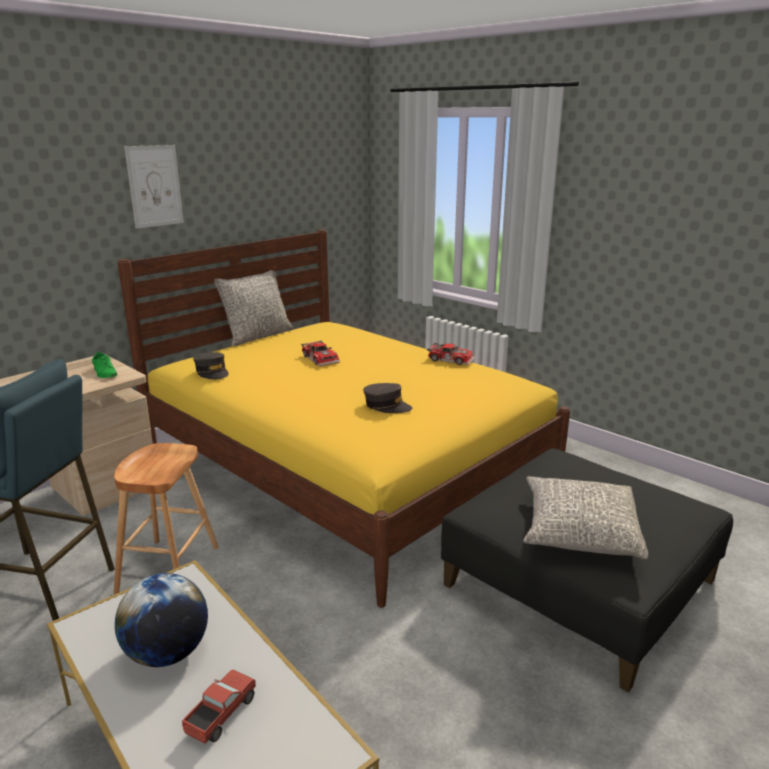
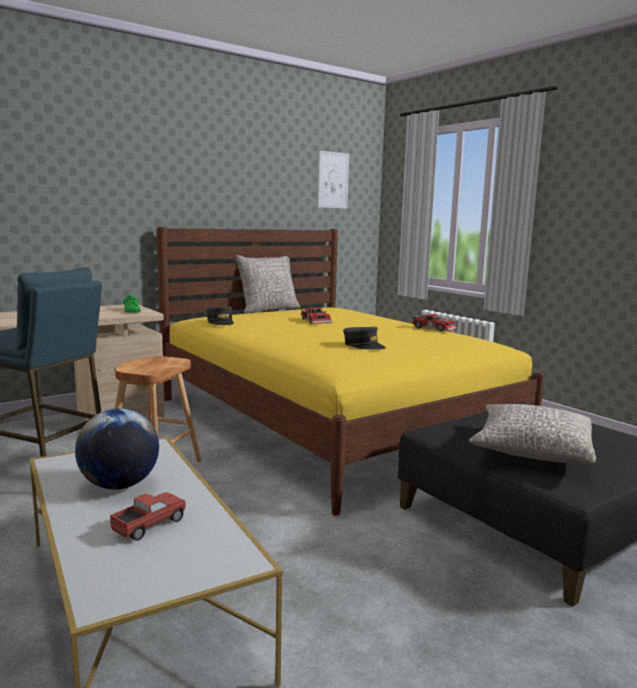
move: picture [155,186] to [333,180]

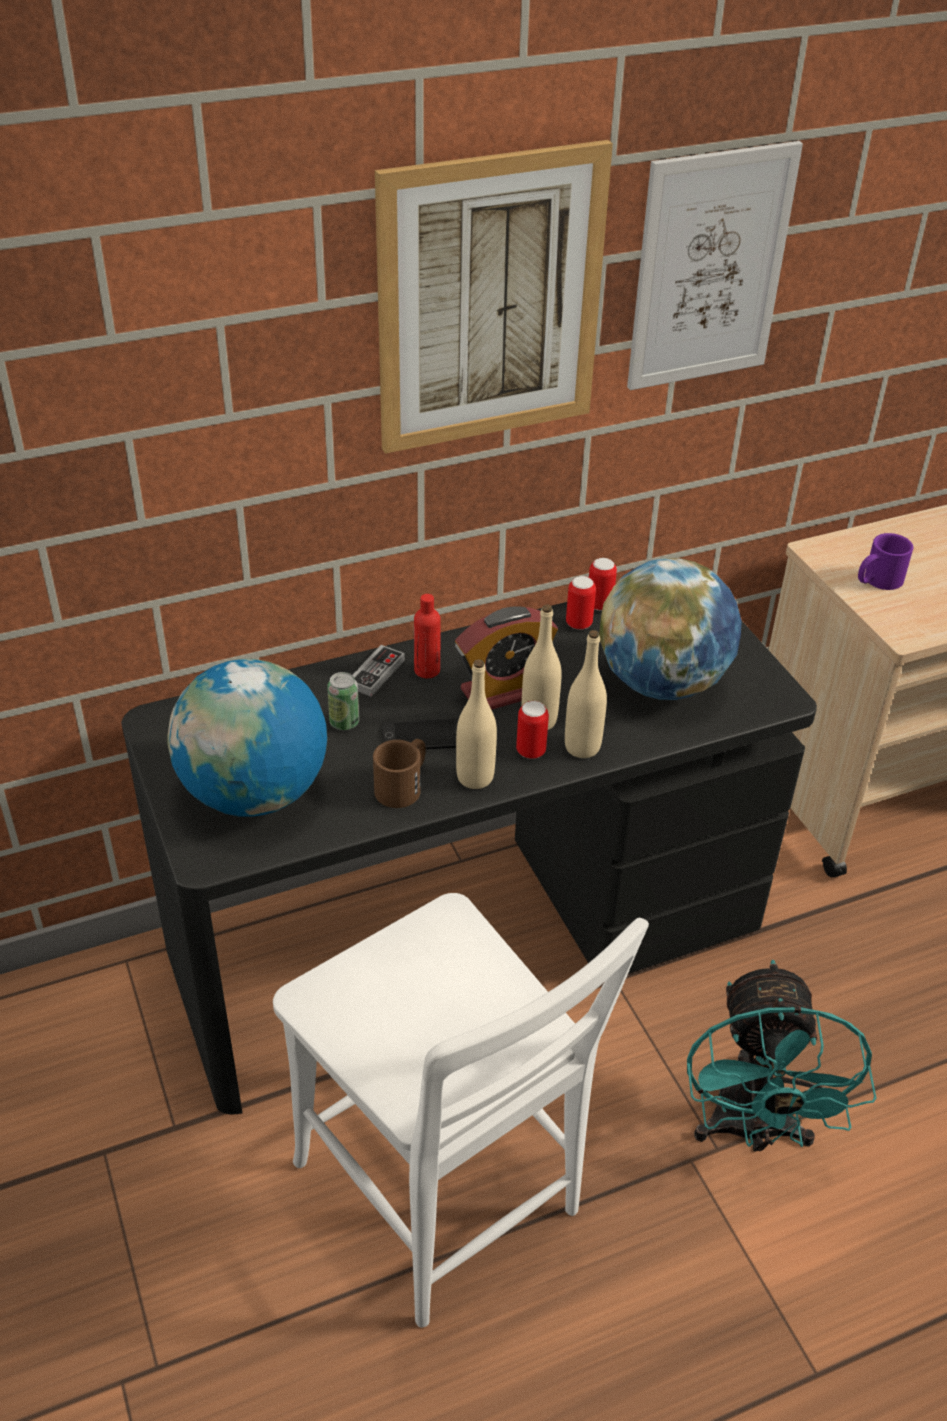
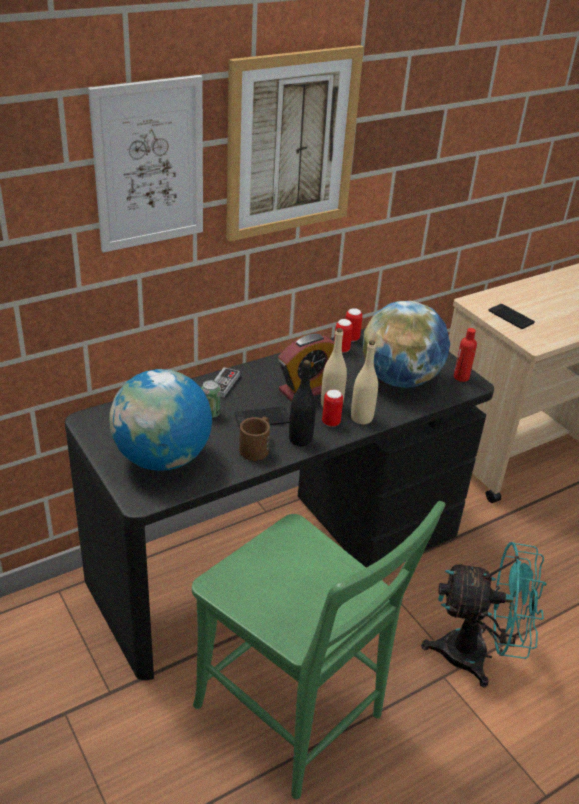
move: red bottle [427,670] to [461,377]; picture [709,268] to [149,165]
replace: purple mug [877,581] to phone [511,317]
recolor: white chair [445,1198] to green chair [296,717]; beige bottle [475,777] to black bottle [300,439]
rotate: turquoise fan [752,1131] = [477,655] 75 degrees counterclockwise

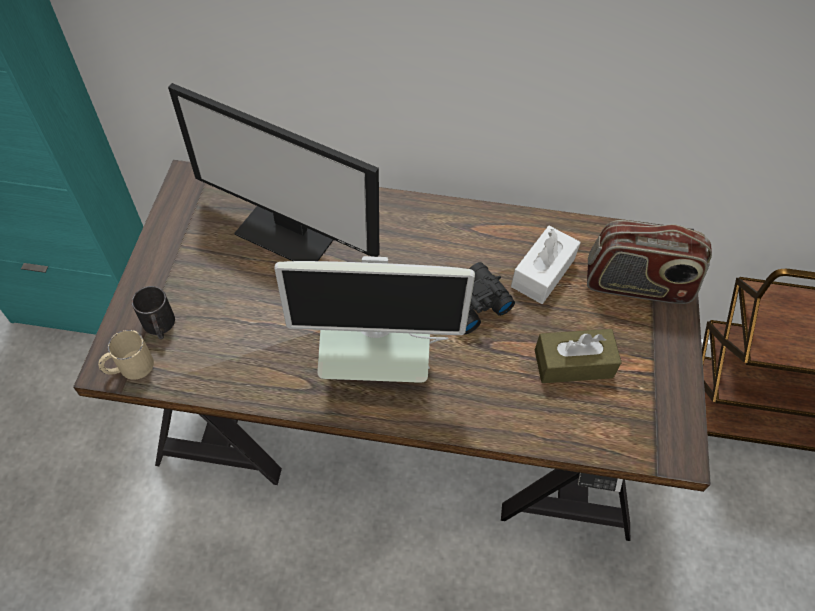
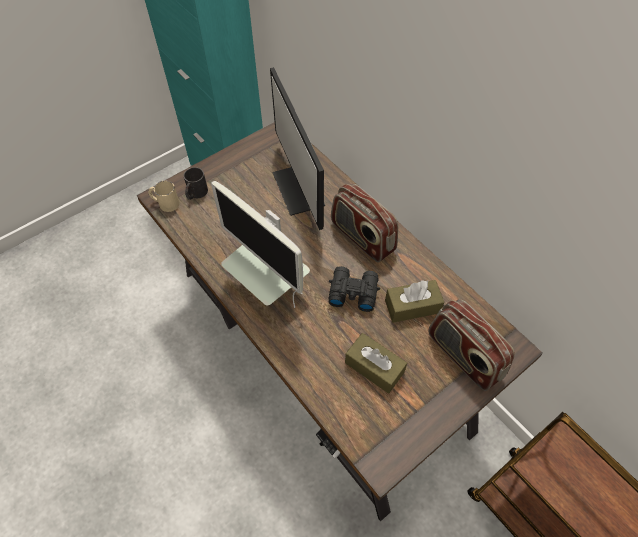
insert: radio [362,237]
recolor: white tissue box [542,273] to brown tissue box [412,306]

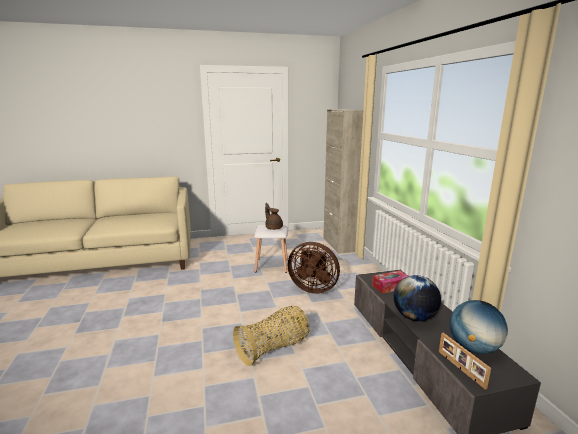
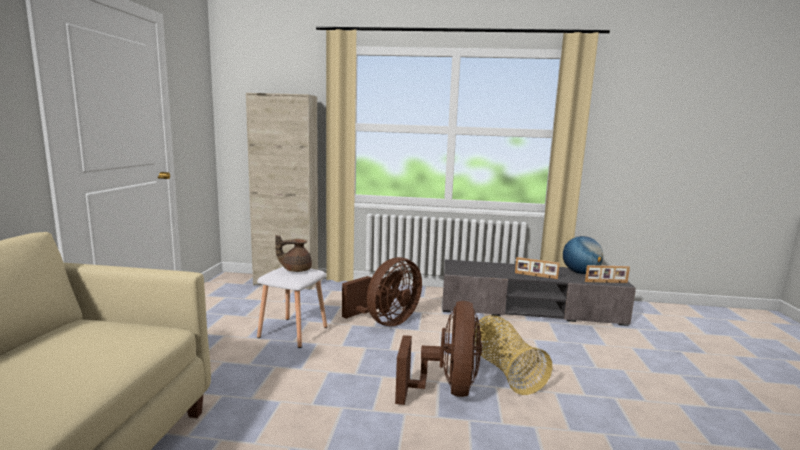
delete: tissue box [390,286]
insert: brown fan [446,389]
replace: globe [414,317] to picture frame [536,276]

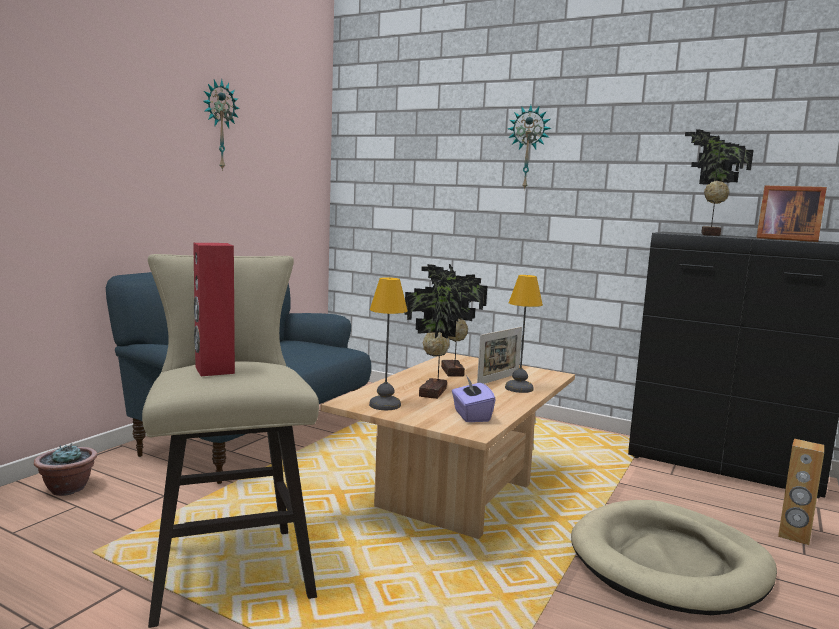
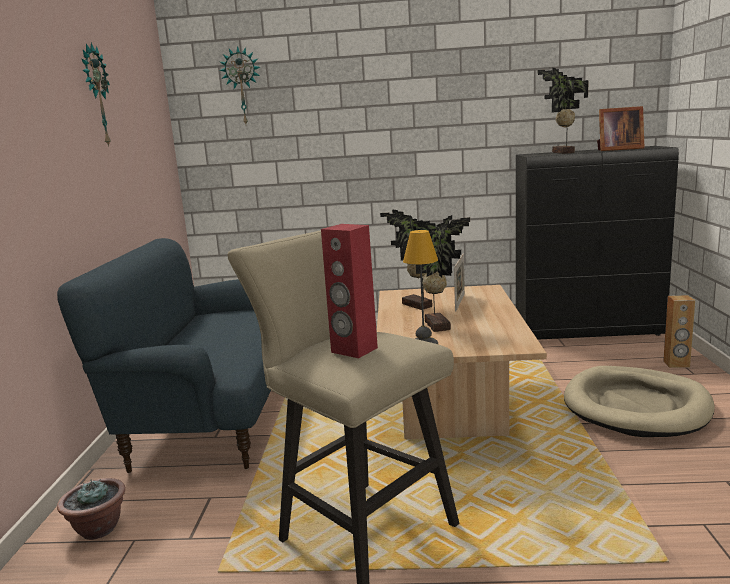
delete: purple tissue box [471,416]; table lamp [520,388]
move: wall clock [528,148] to [242,86]

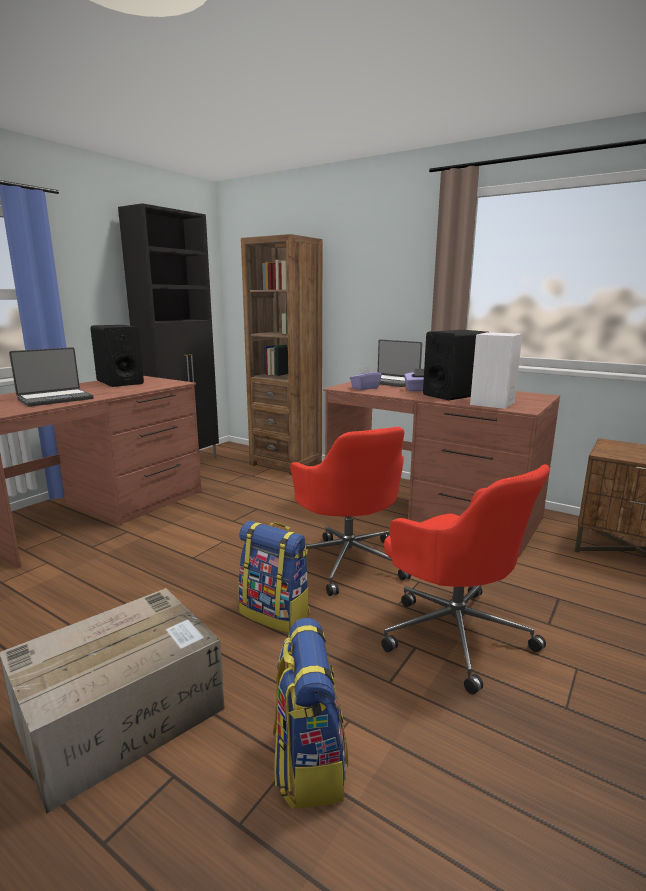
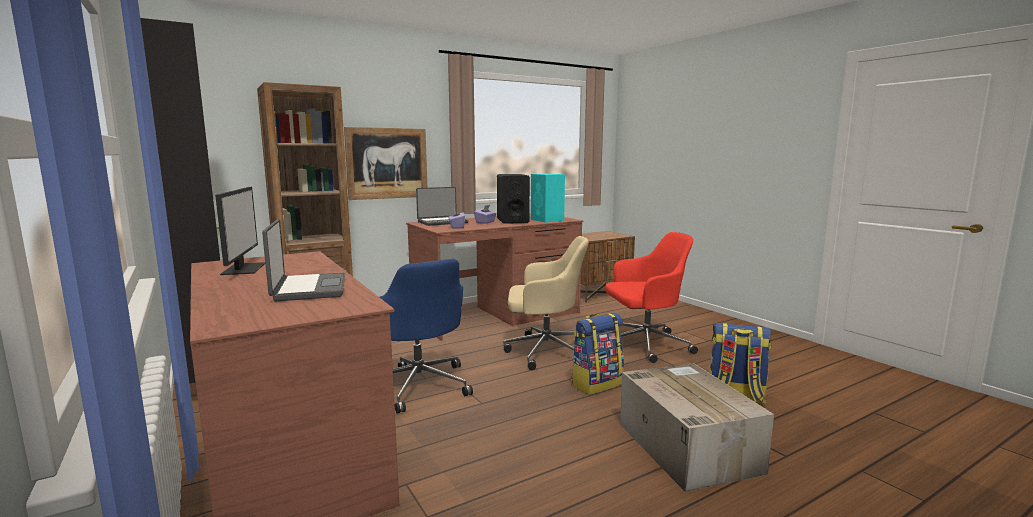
insert: picture [387,163]; blue office chair [419,385]
replace: black speaker [119,382] to monitor [242,268]
recolor: red office chair [348,561] to beige office chair [544,351]; white speaker [492,403] to turquoise speaker [547,220]

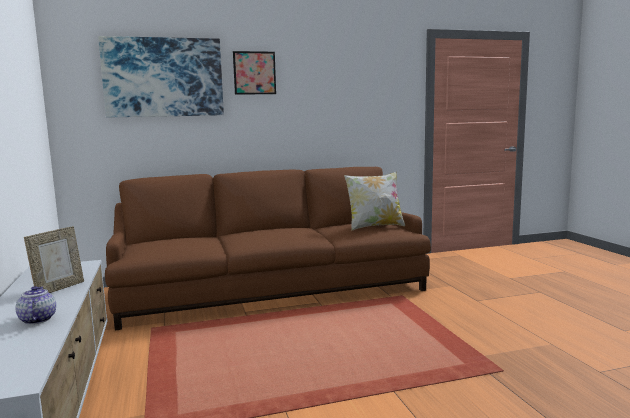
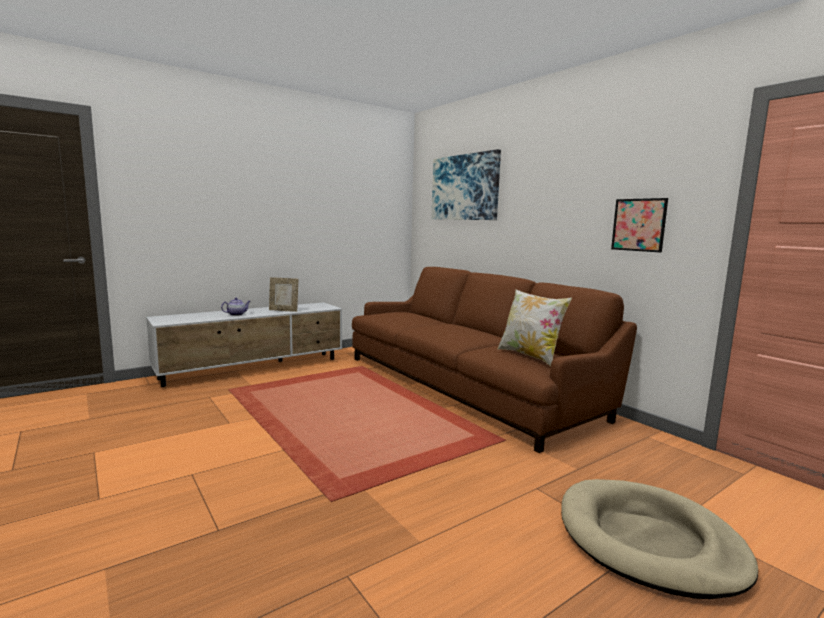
insert: beige dog bed [649,541]
move: picture [254,73] to [638,225]

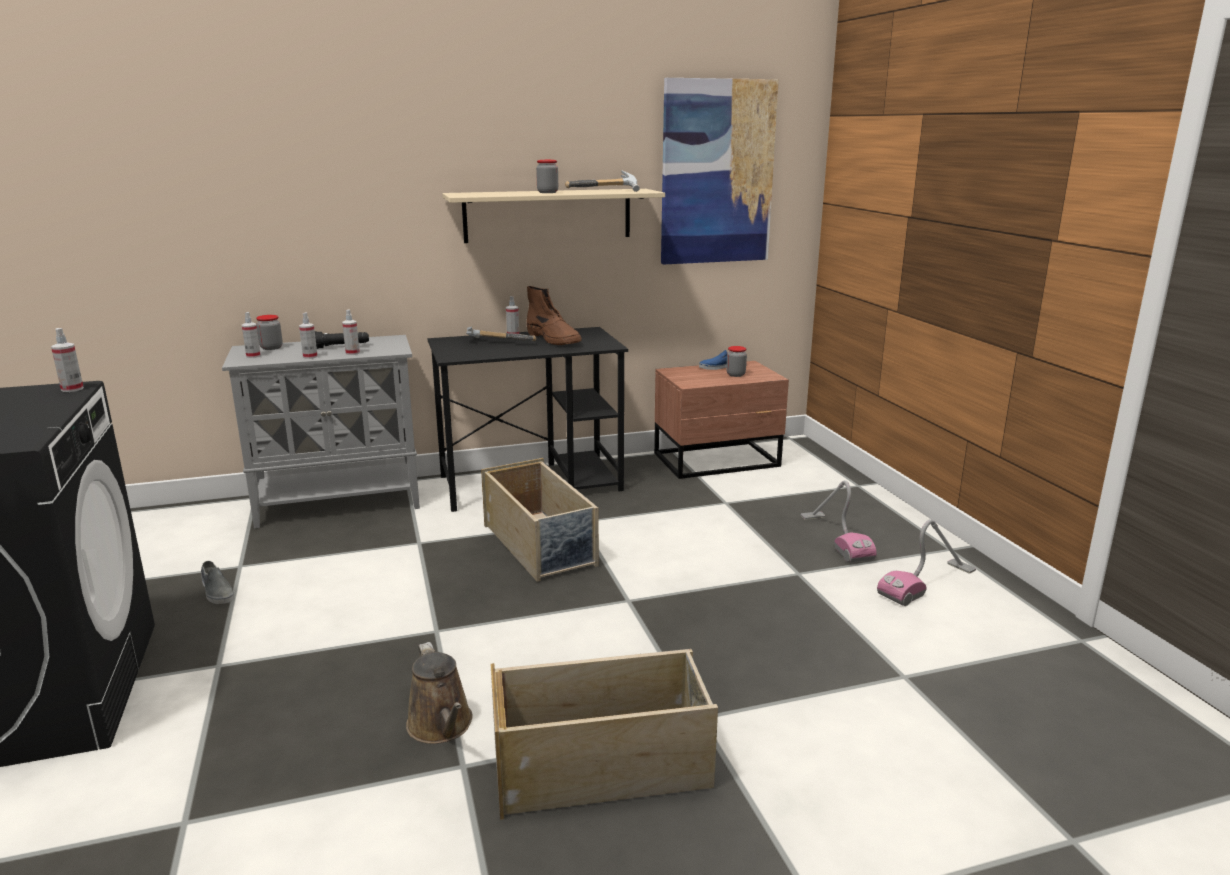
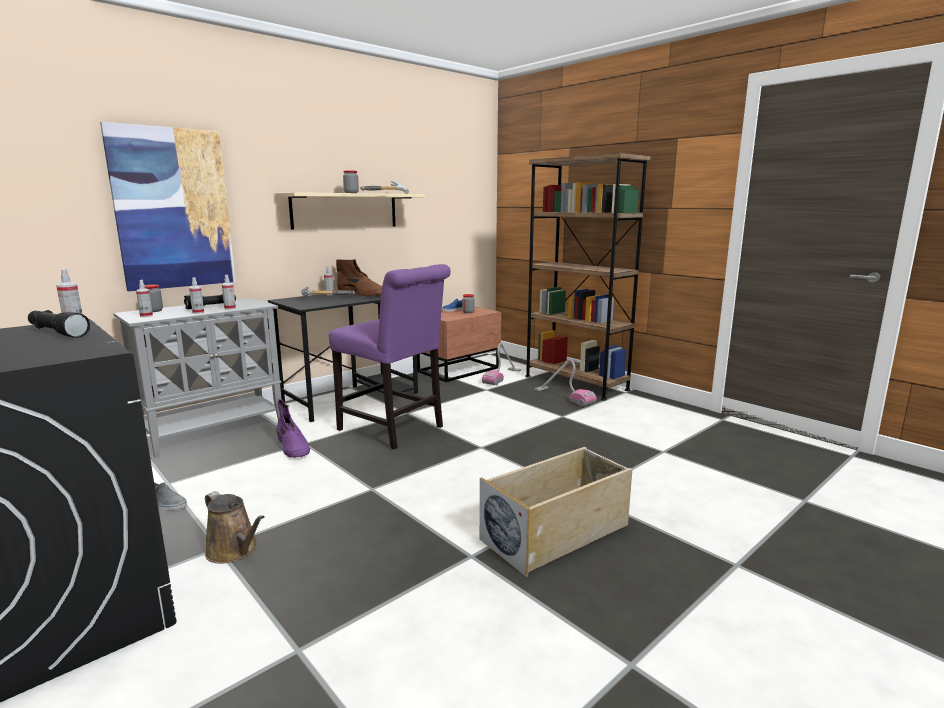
insert: black flashlight [57,333]; purple boot [293,447]; brown bookcase [575,383]
move: brown watering can [442,726] to [235,550]; picture [717,173] to [173,209]; vacuum cleaner [927,583] to [502,377]
replace: beige storage box [540,546] to purple chair [394,430]

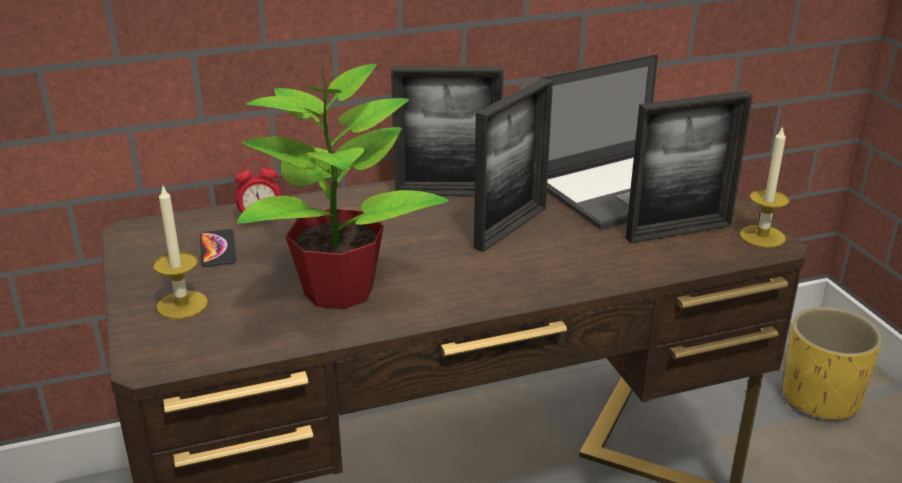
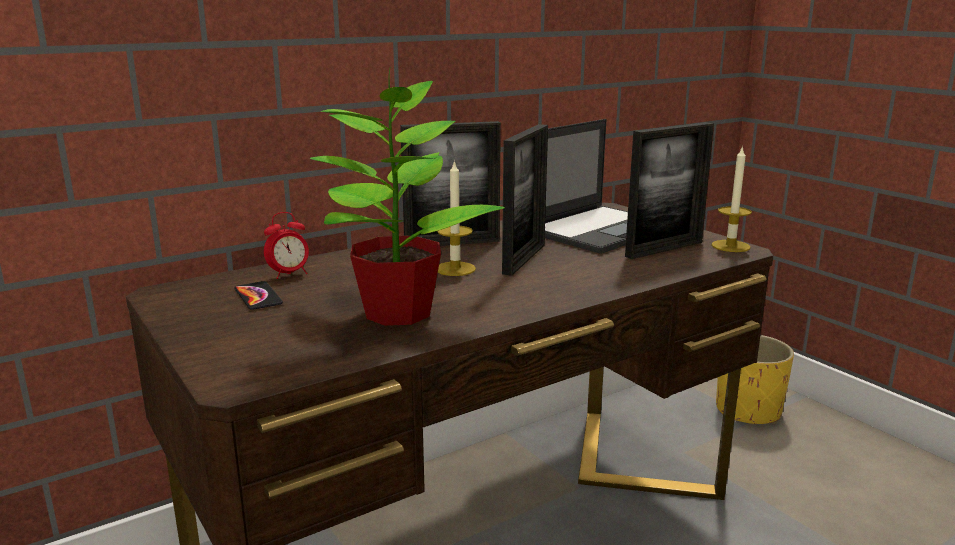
move: candle [182,305] to [455,269]

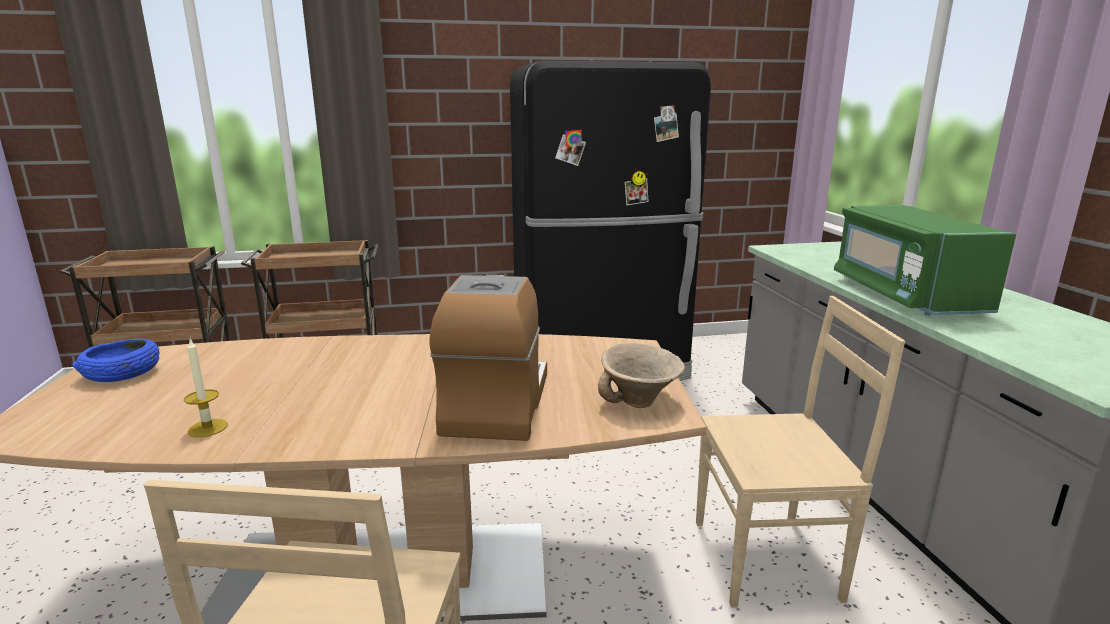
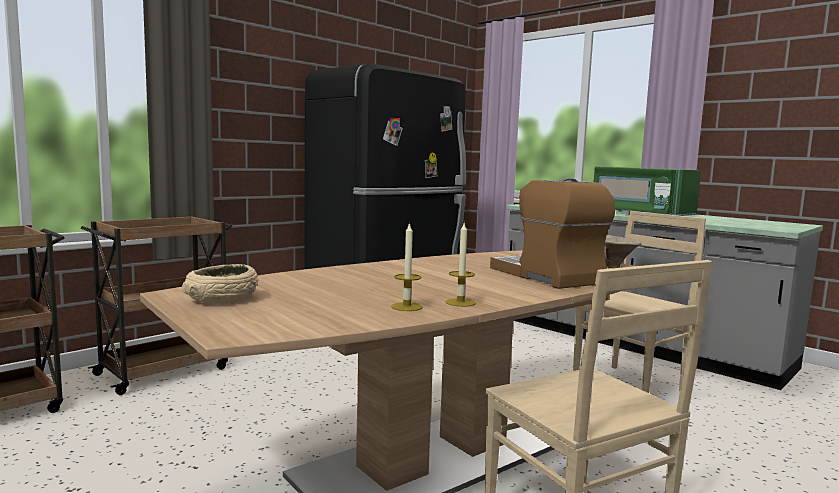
insert: candle [460,302]
recolor: blue bowl [122,374] to beige bowl [223,299]

